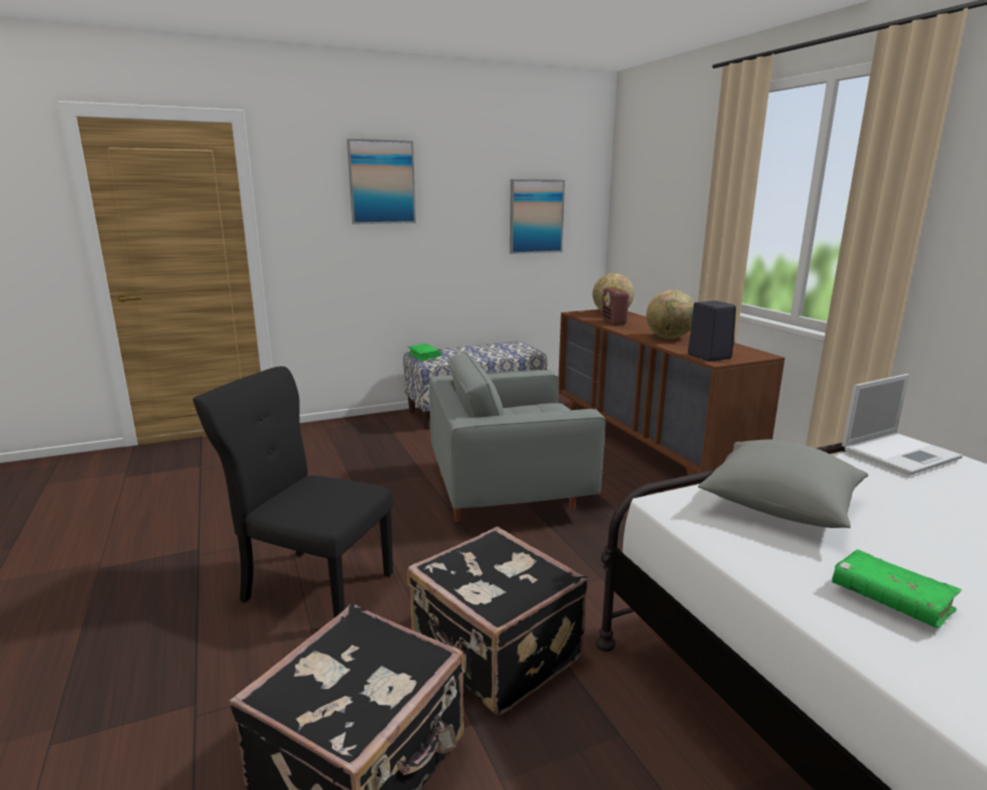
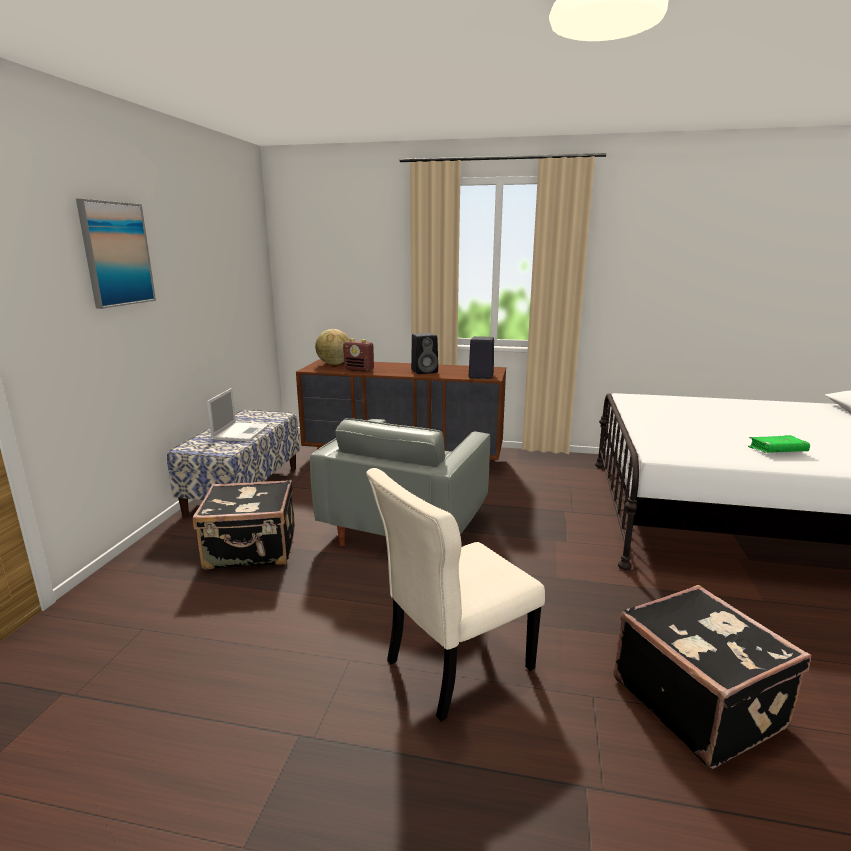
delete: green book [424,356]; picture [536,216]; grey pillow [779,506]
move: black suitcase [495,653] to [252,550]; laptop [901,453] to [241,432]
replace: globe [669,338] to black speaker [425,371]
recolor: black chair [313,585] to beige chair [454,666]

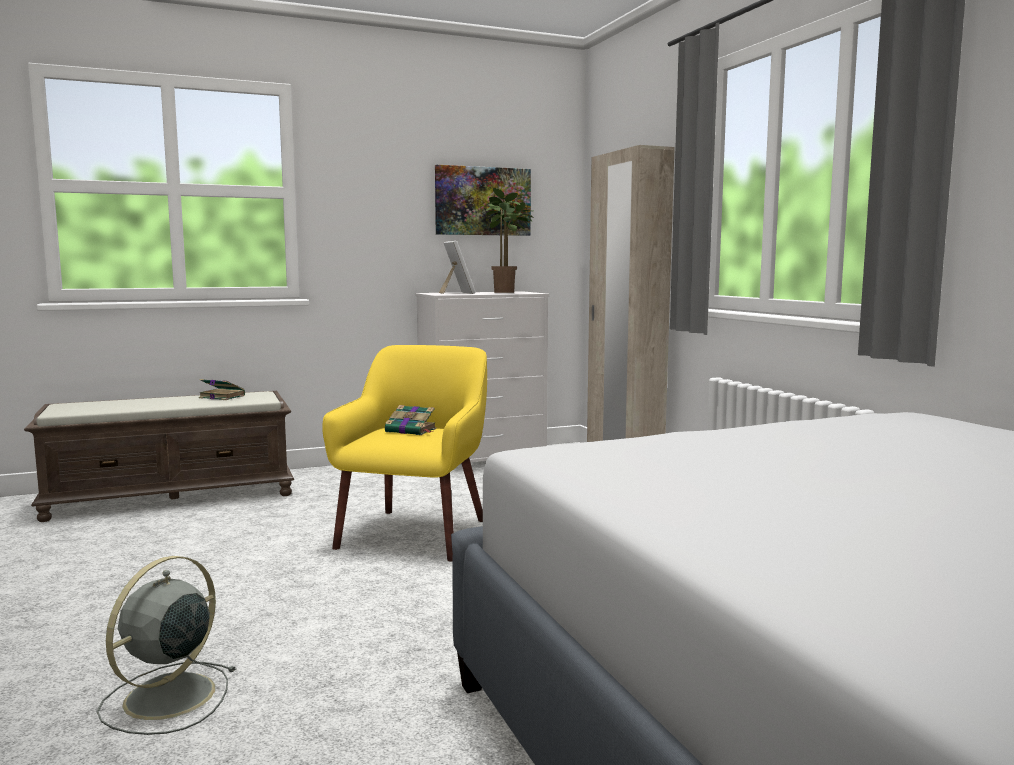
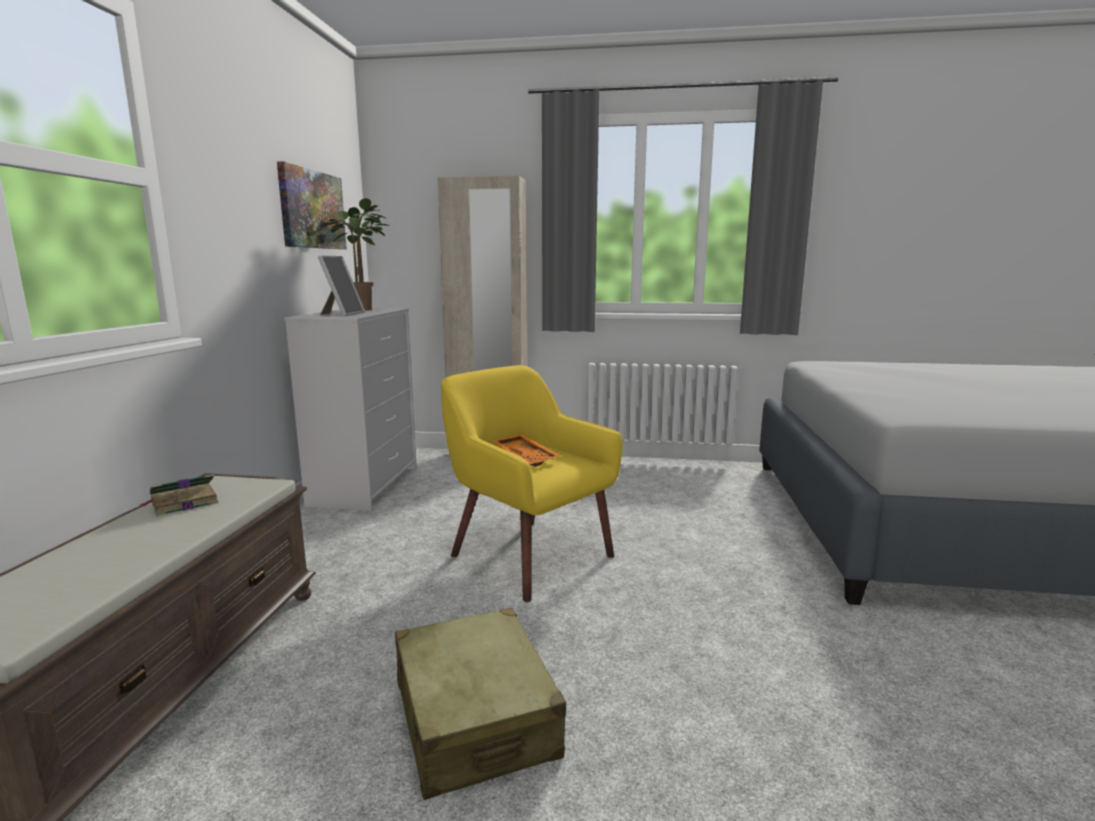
delete: grey fan [166,698]
insert: beige suitcase [475,719]
replace: book [411,430] to orange tray [526,457]
rotate: picture frame [456,293] = [342,314] 90 degrees clockwise

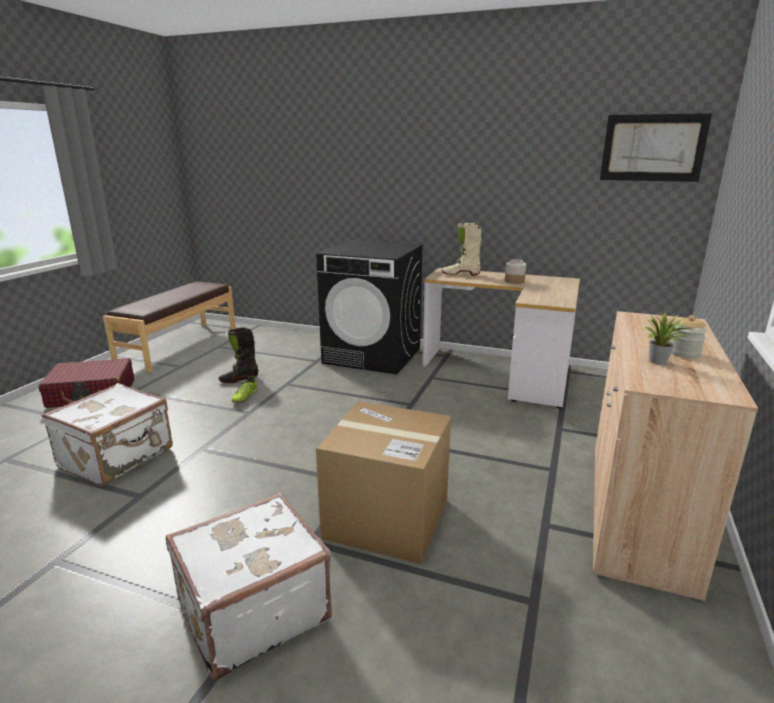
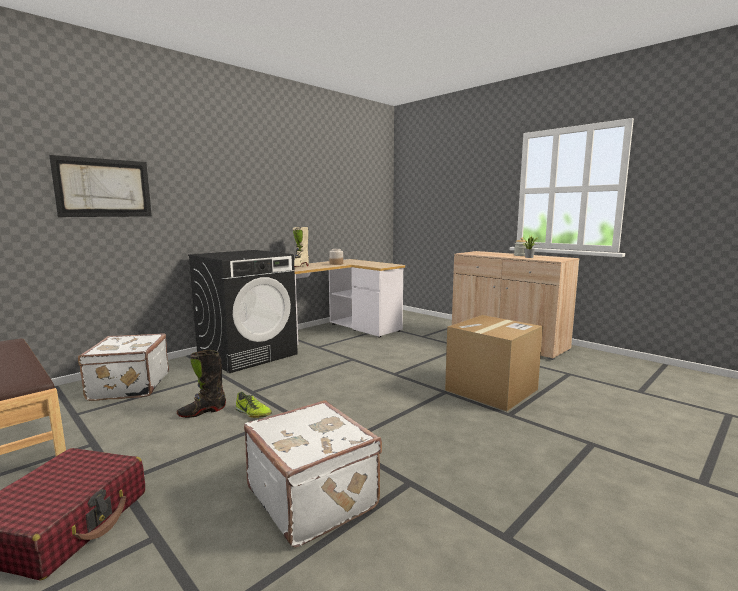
move: white suitcase [251,610] to [128,387]; picture [653,148] to [104,188]
rotate: black boot [239,379] = [202,412] 60 degrees clockwise

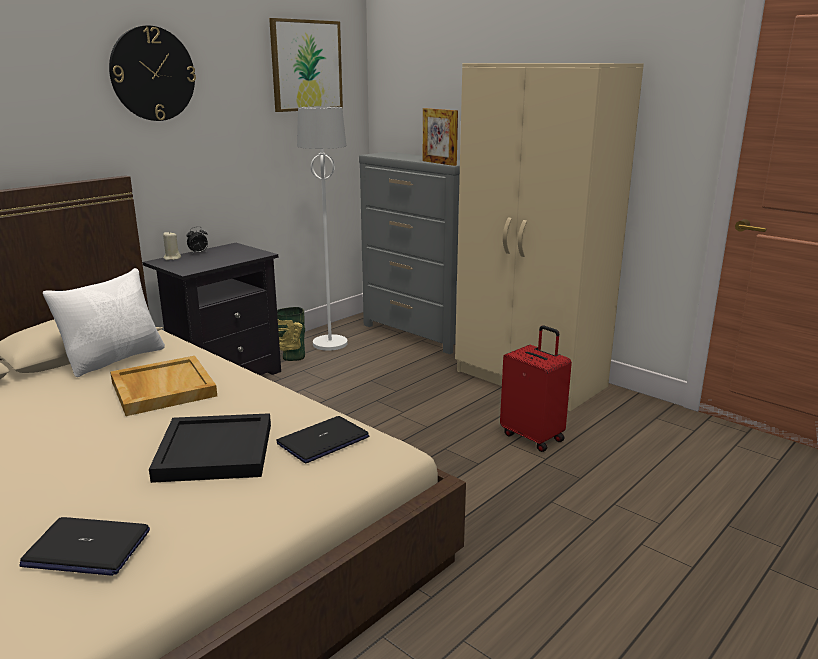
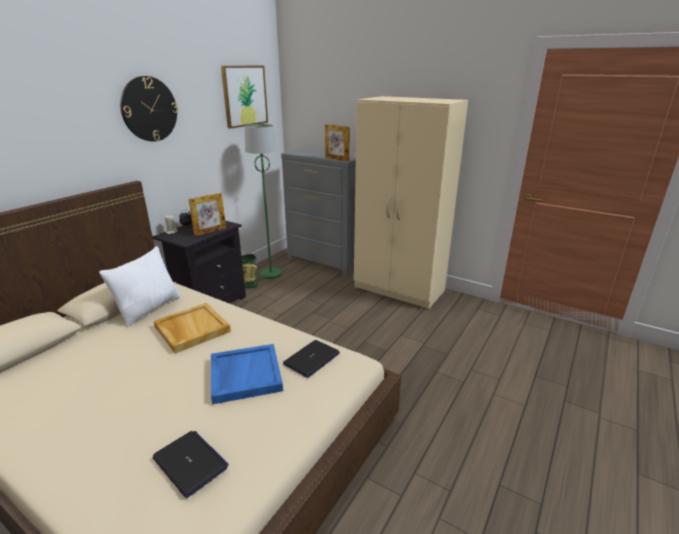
delete: red suitcase [533,436]
insert: picture frame [210,231]
recolor: black tray [214,451] to blue tray [245,375]; white floor lamp [330,343] to green floor lamp [271,273]
rotate: laptop [86,548] = [190,463] 135 degrees counterclockwise

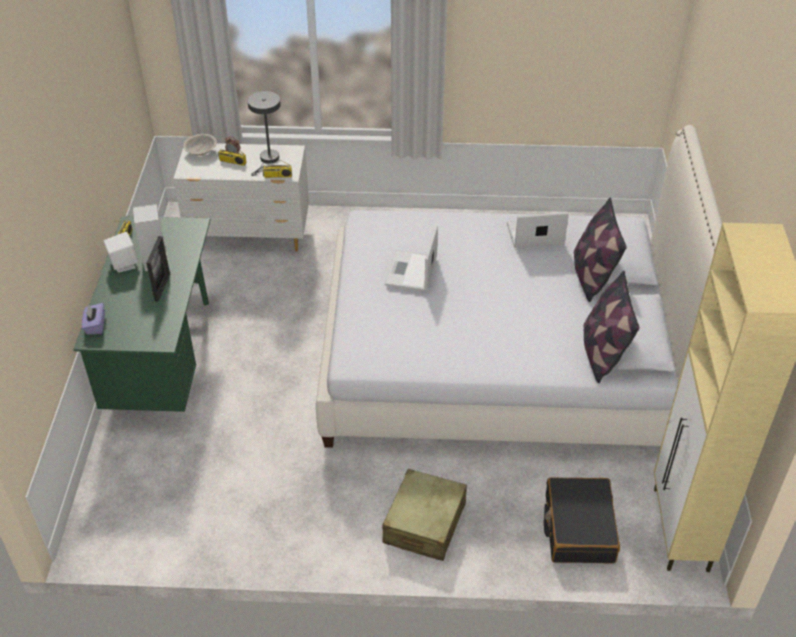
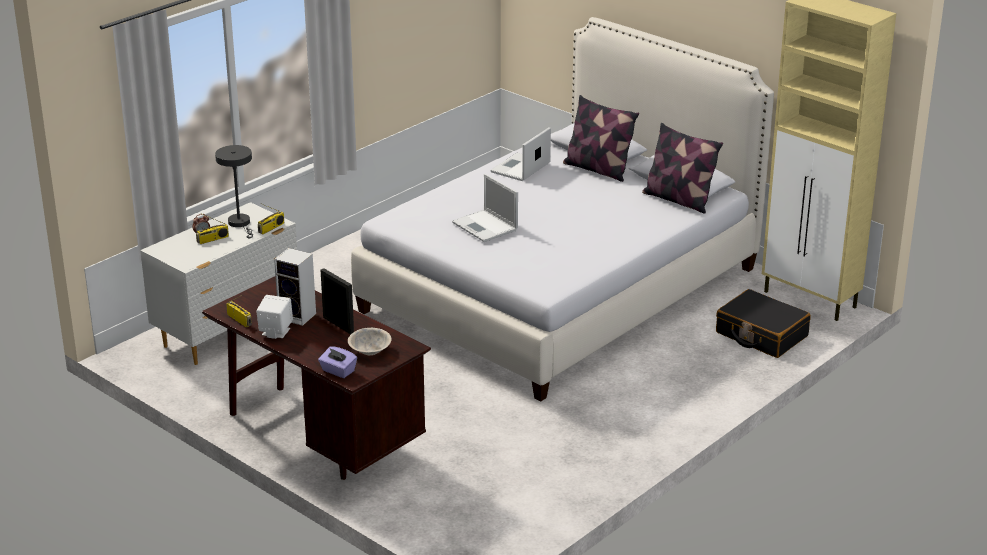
delete: beige suitcase [424,523]
move: beige bowl [201,151] to [370,350]
recolor: green desk [164,360] to brown desk [320,437]

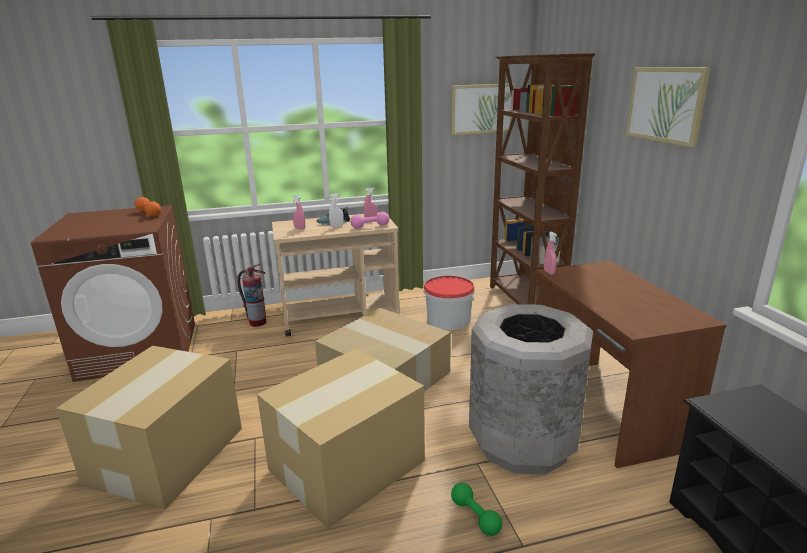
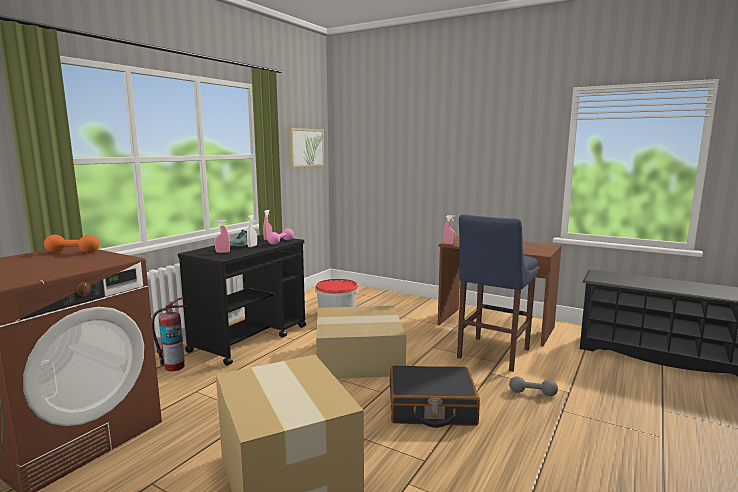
delete: brown bookcase [524,302]; picture [666,104]
replace: cardboard box [349,464] to black suitcase [431,408]; grey trash can [522,442] to blue stool [491,355]
recolor: beige cart [341,317] to black cart [250,338]; green dumbbell [475,516] to grey dumbbell [532,393]

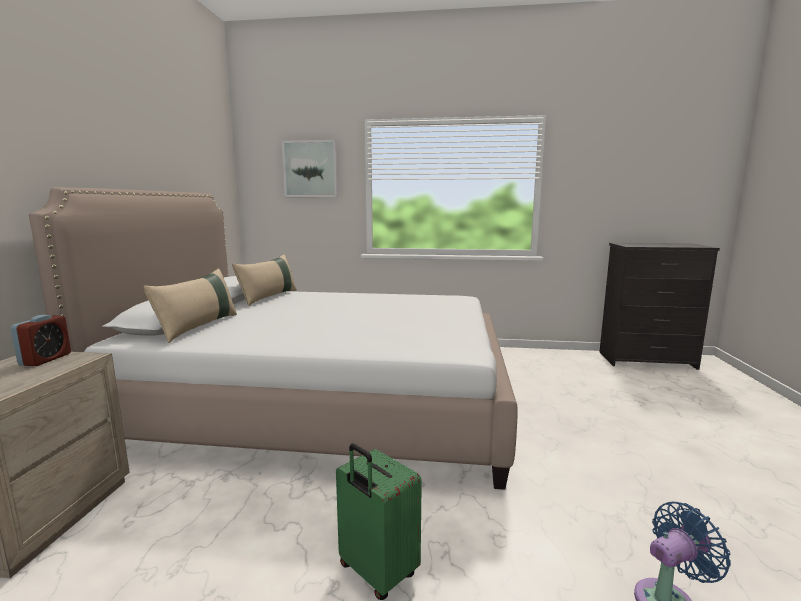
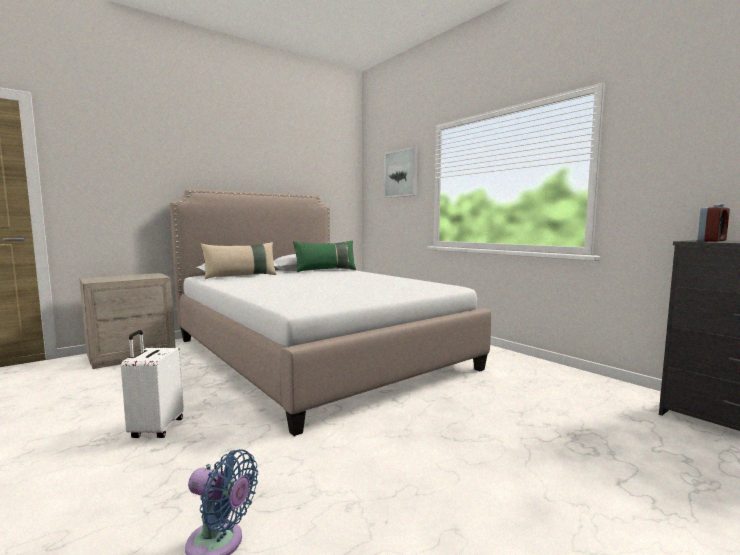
move: alarm clock [45,359] to [711,241]
recolor: beige pillow [268,297] to green pillow [326,270]; green suitcase [376,572] to white suitcase [156,429]

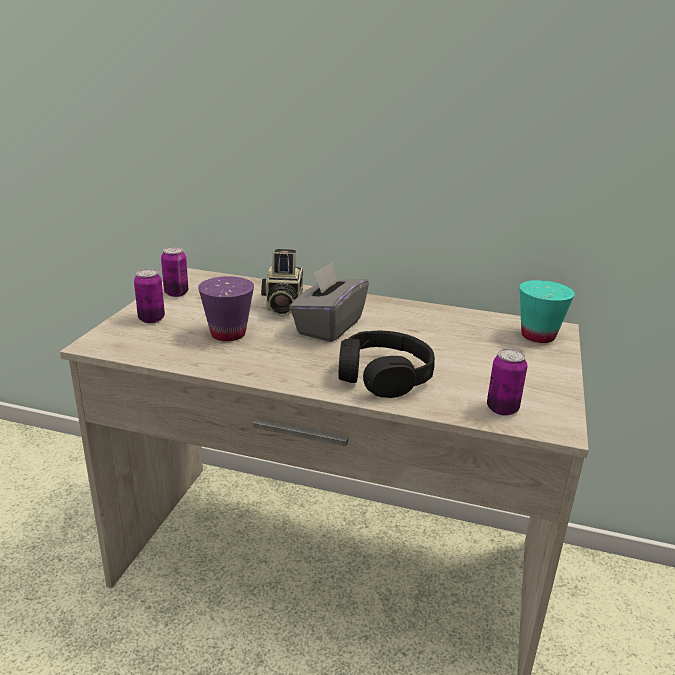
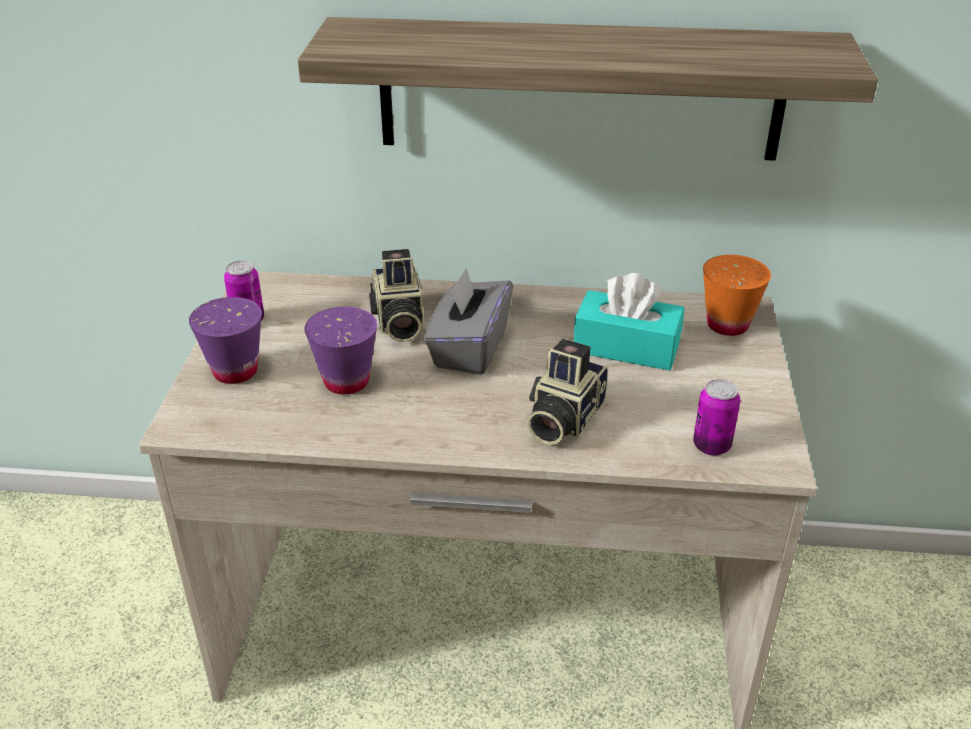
insert: shelf [580,89]; turquoise tissue box [626,347]
replace: can [151,319] to purple cup [235,371]; black headphones [383,376] to photo camera [561,419]
recolor: turquoise cup [538,336] to orange cup [727,325]

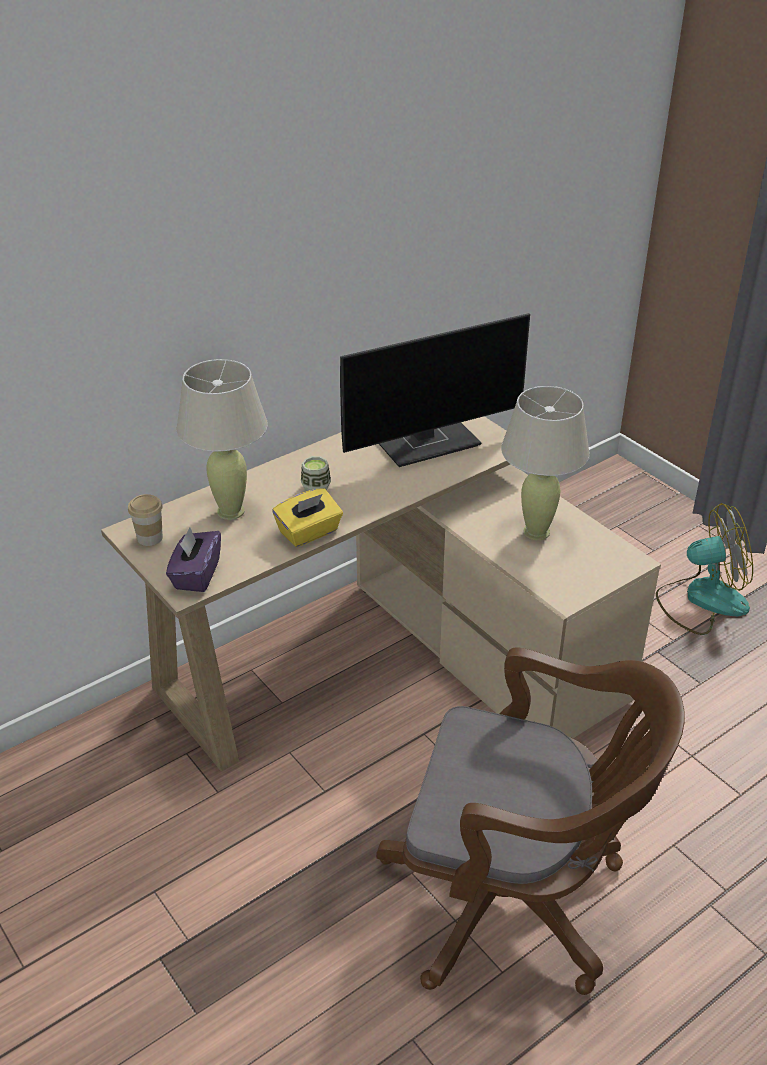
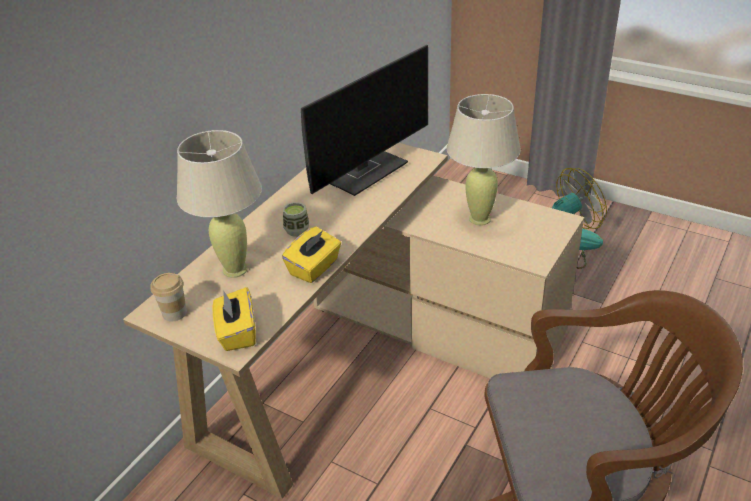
recolor: purple tissue box [196,575] to yellow tissue box [237,333]

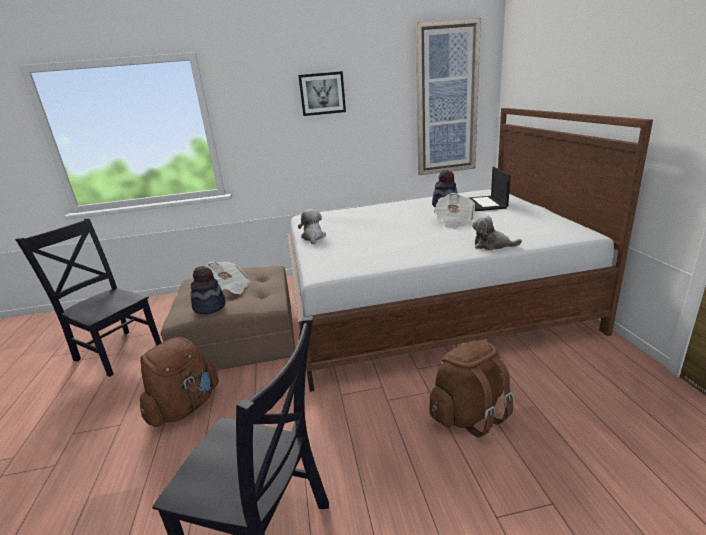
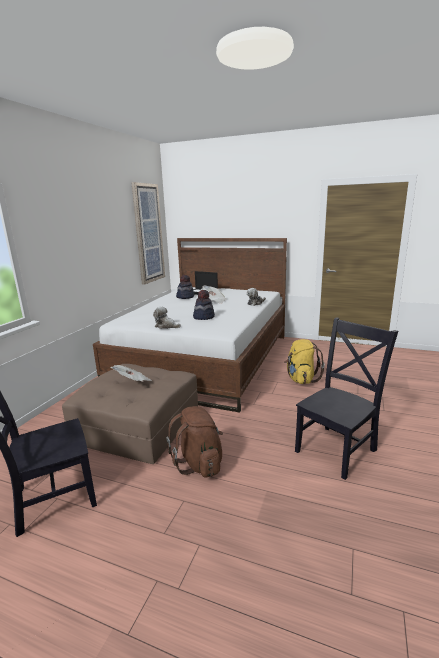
delete: picture [322,93]
move: hat [209,306] to [203,317]
recolor: brown backpack [468,414] to yellow backpack [301,379]

